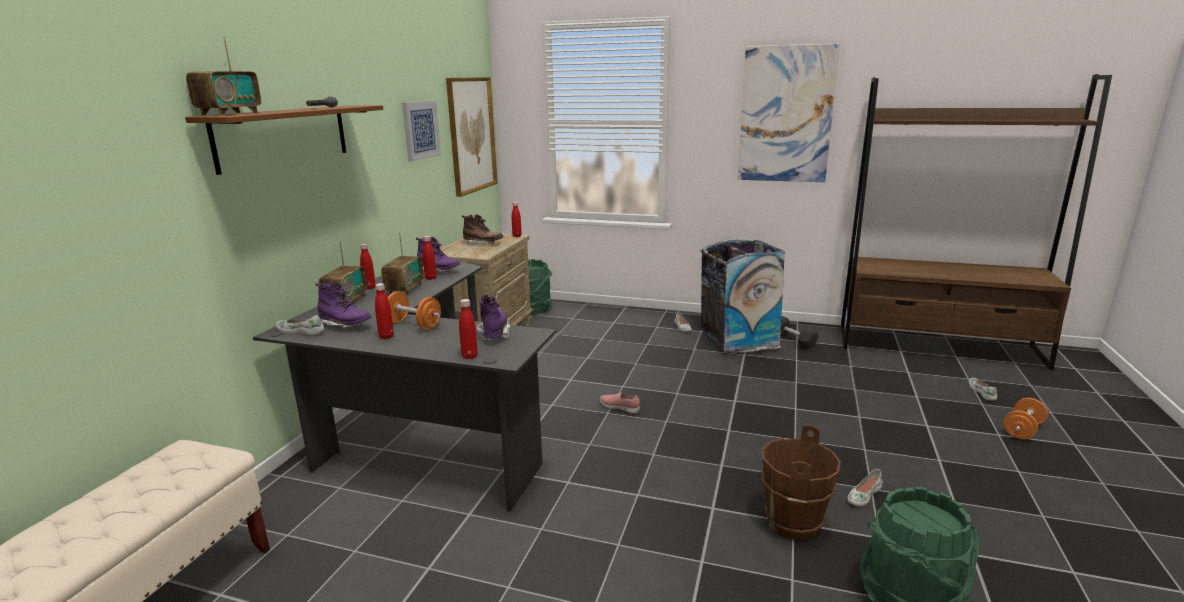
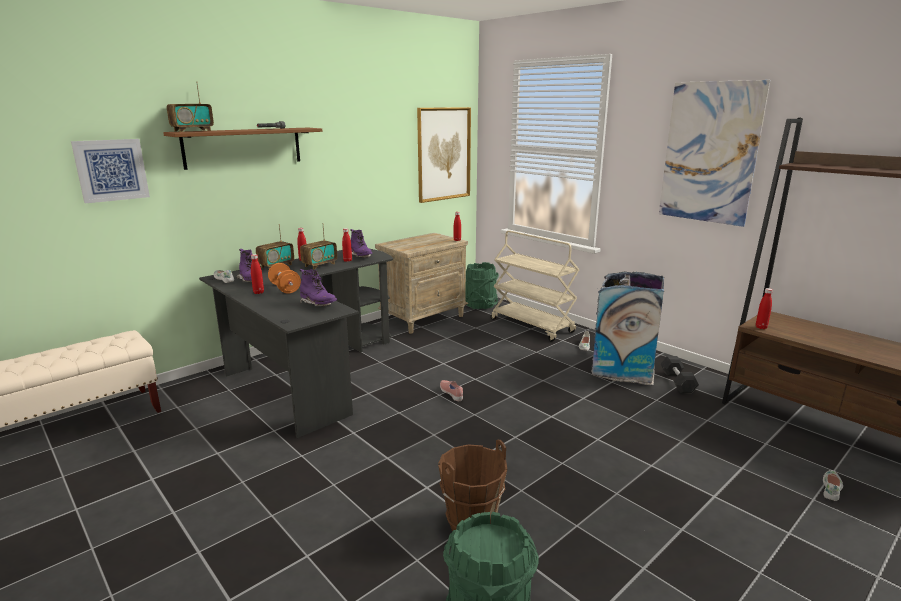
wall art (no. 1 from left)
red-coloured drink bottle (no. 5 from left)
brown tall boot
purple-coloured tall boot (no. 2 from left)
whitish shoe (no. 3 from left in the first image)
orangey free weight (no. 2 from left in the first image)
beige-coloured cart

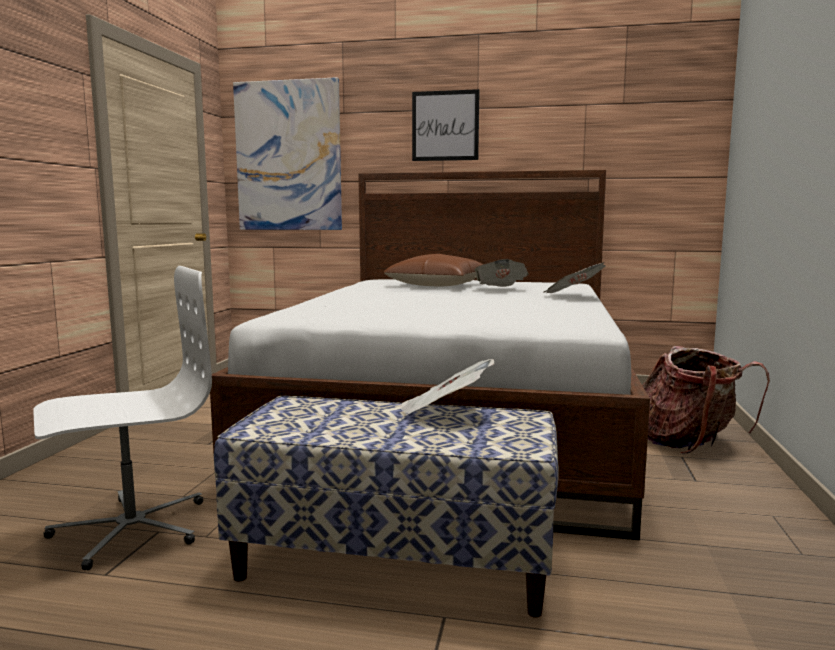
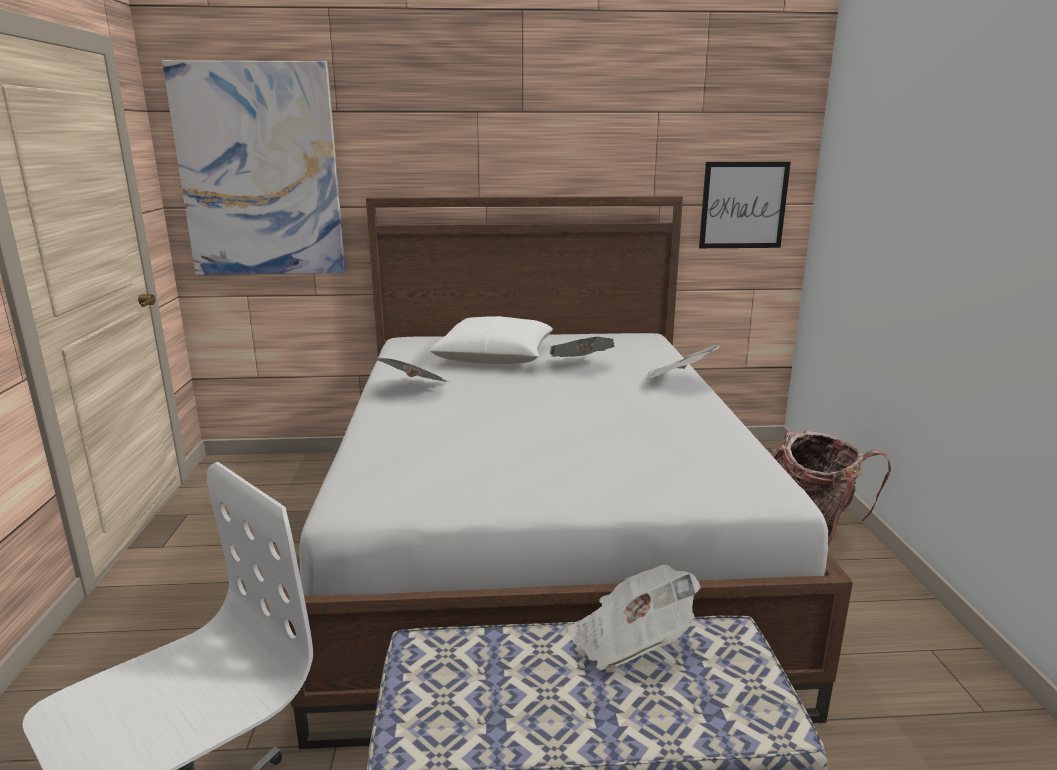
whitish pillow
wall art (no. 2 from left)
daily paper (no. 1 from left)

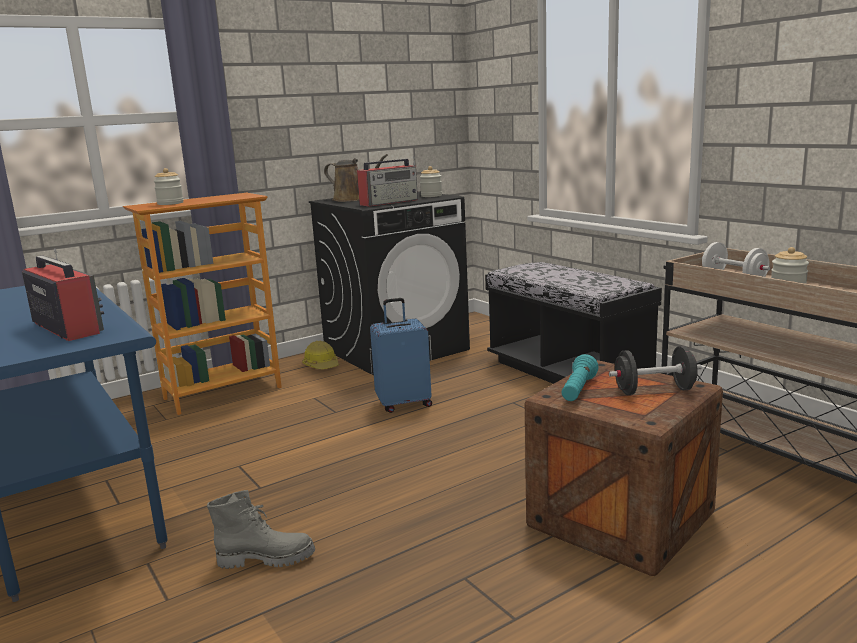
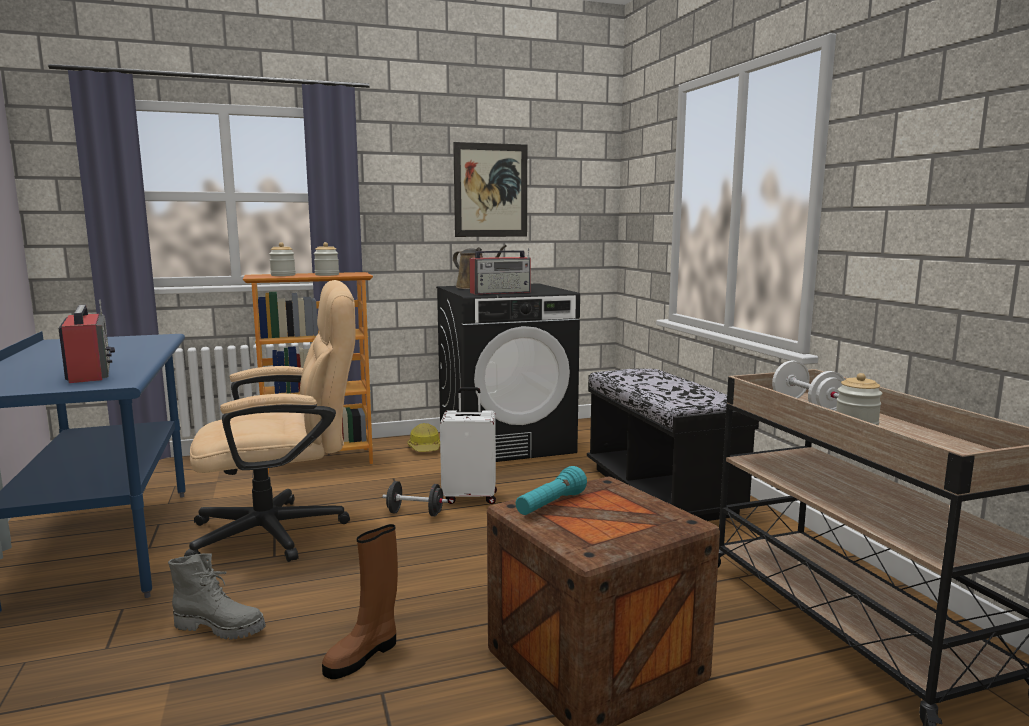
whitish piece of luggage
storage jar (no. 2 from left)
blackish free weight
beige-coloured computer chair
brown tall boot
wall art

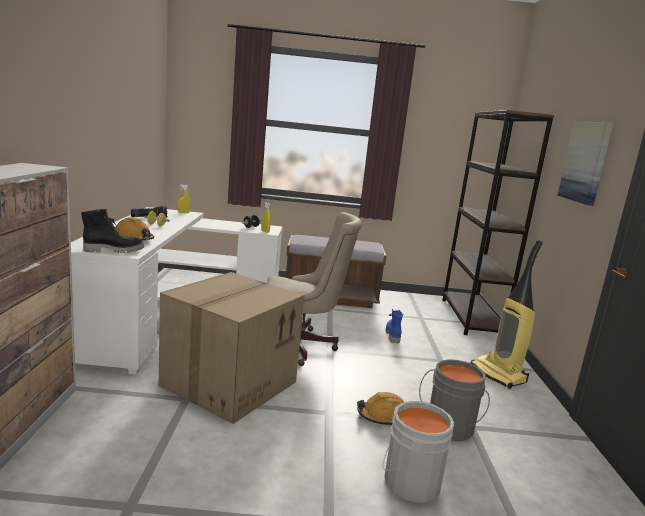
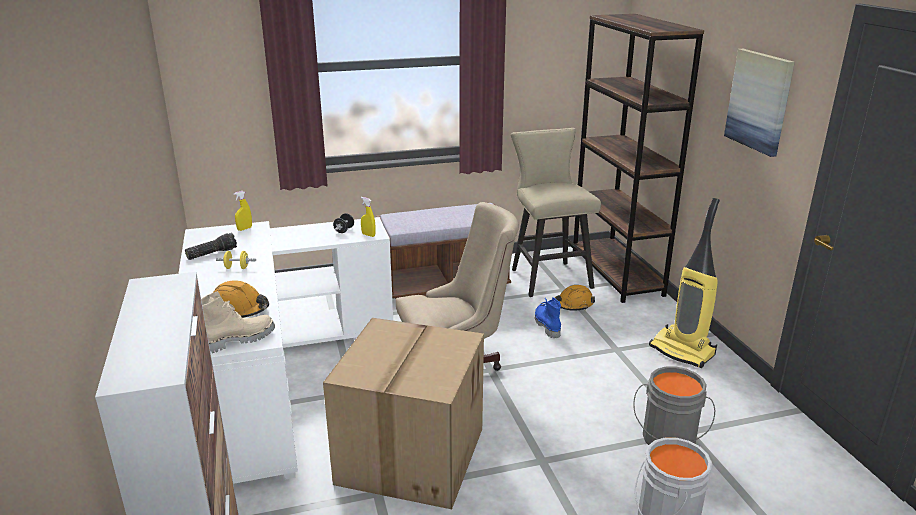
beige-coloured tall boot
orangey hard hat (no. 2 from left)
beige-coloured stool seat

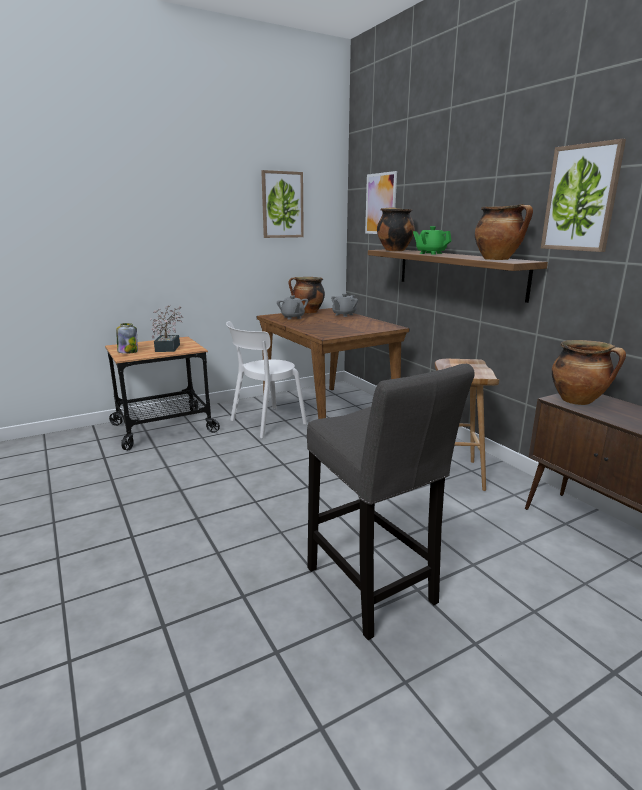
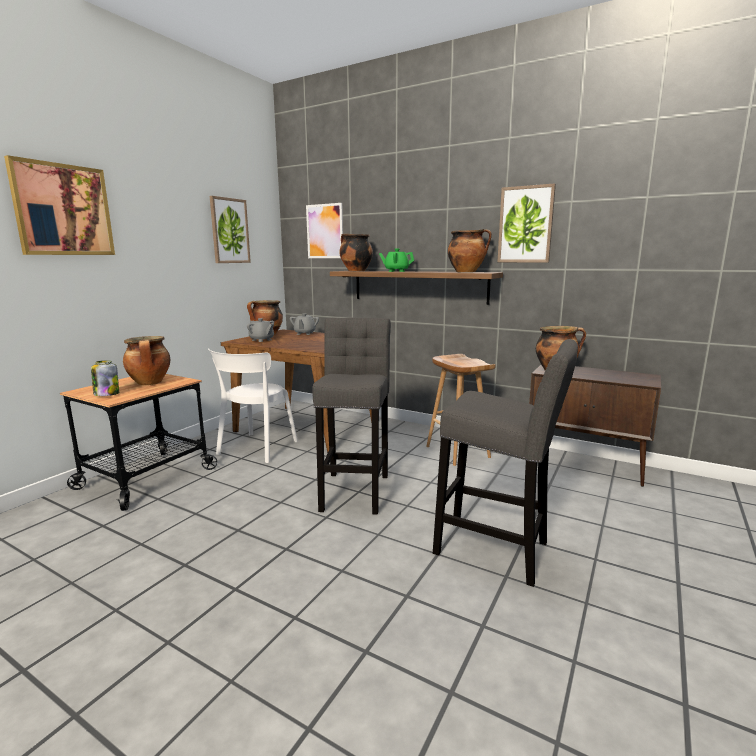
cooking pot (no. 1 from left)
wall art (no. 1 from left)
greyish stool seat (no. 1 from left)

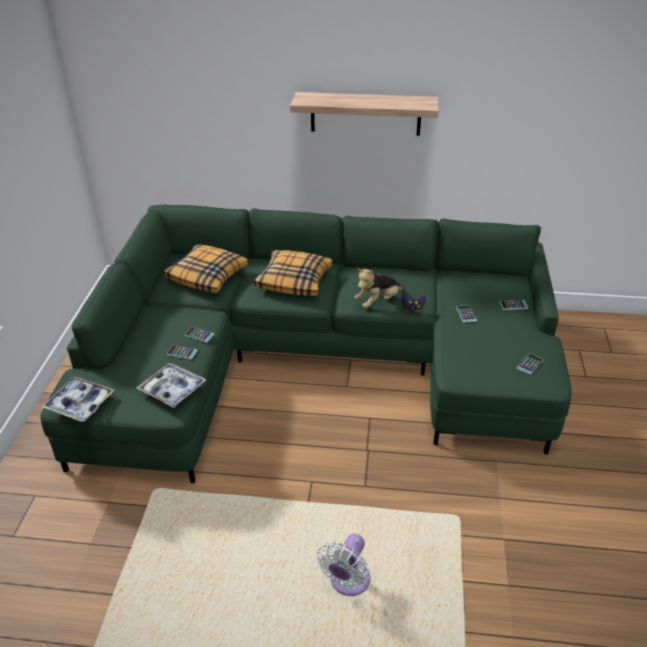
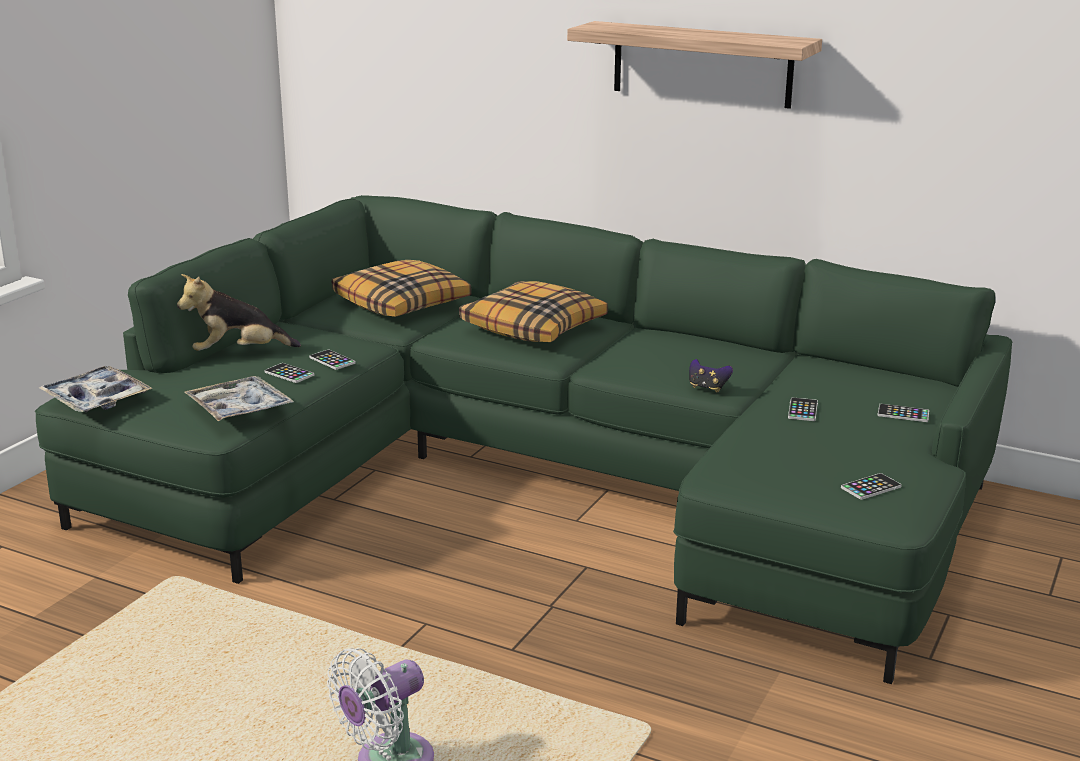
cuddly toy

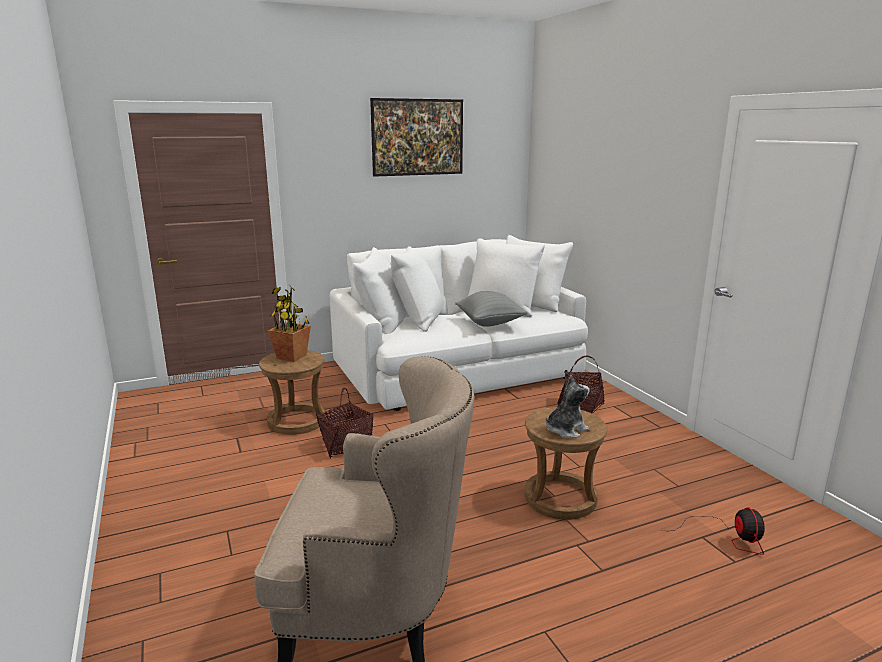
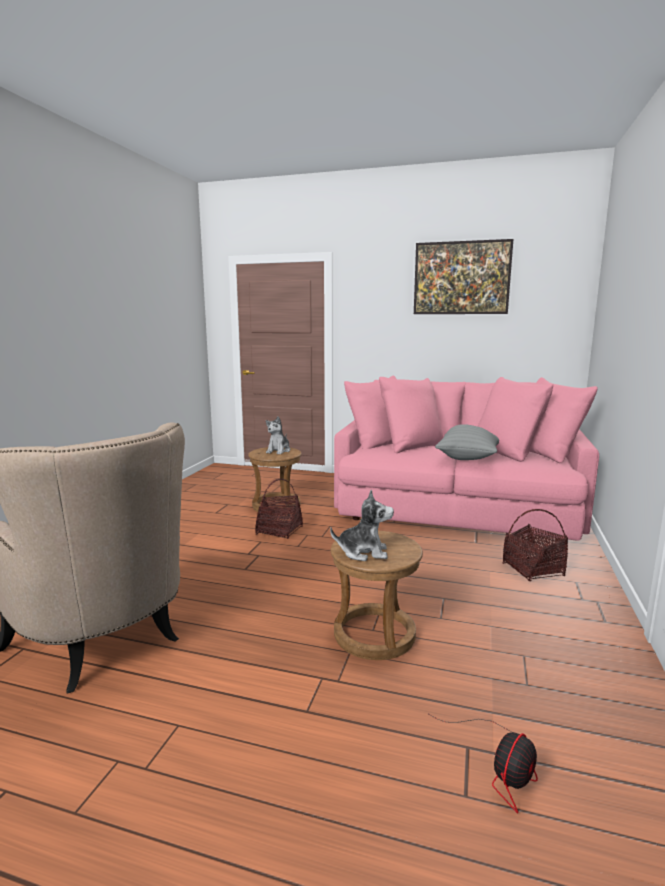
cuddly toy (no. 1 from left)
pink couch

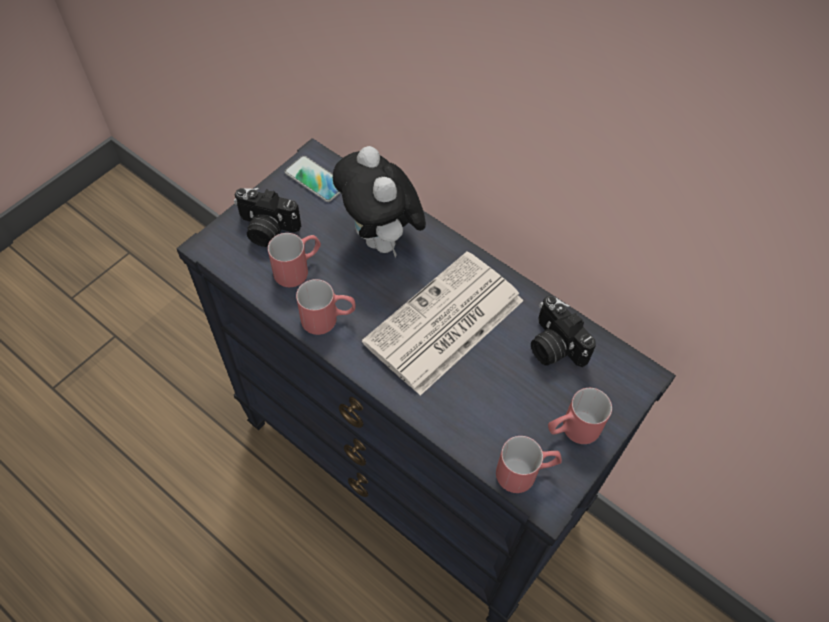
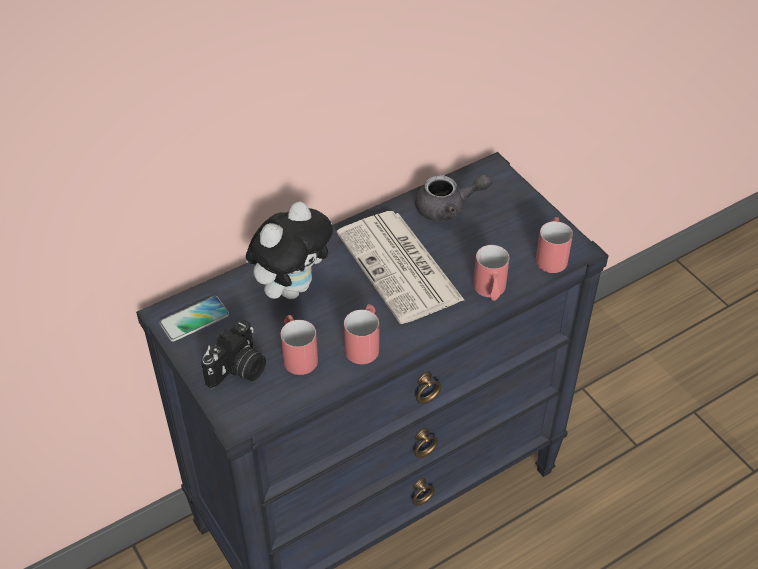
cuddly toy
greyish pot for tea
red-coloured tea mug (no. 3 from left)

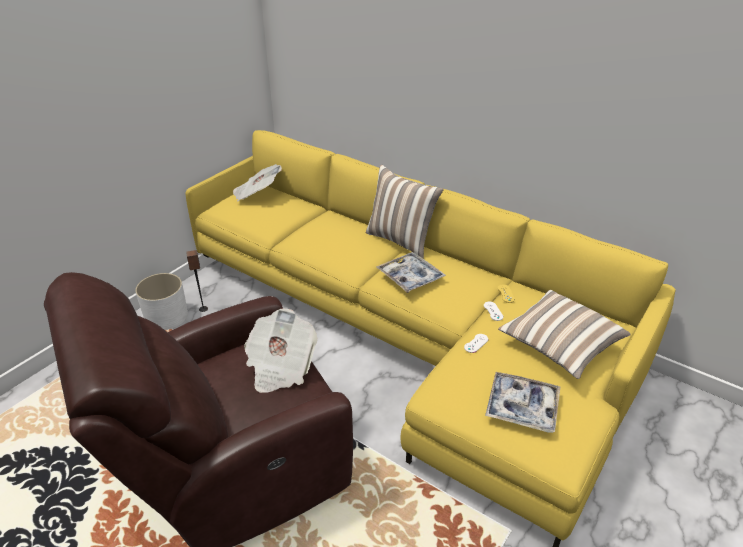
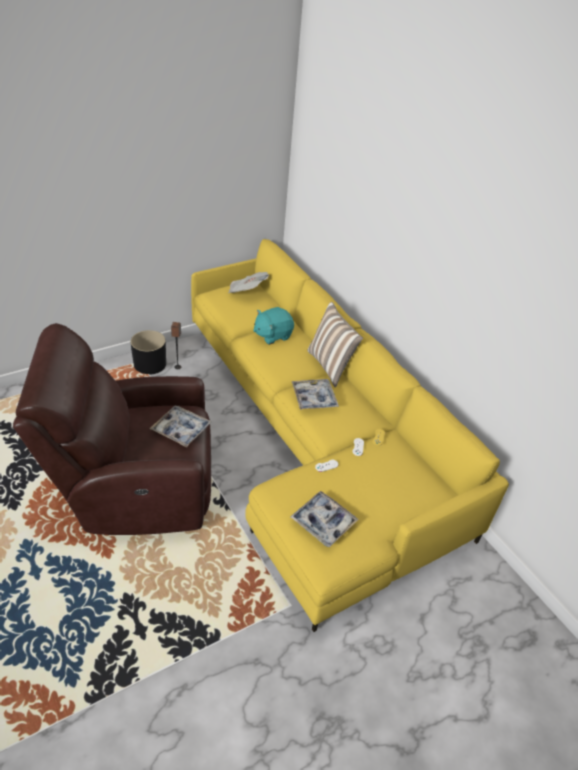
blackish planter
tray (no. 1 from left)
pillow (no. 2 from left in the first image)
turquoise-coloured cuddly toy

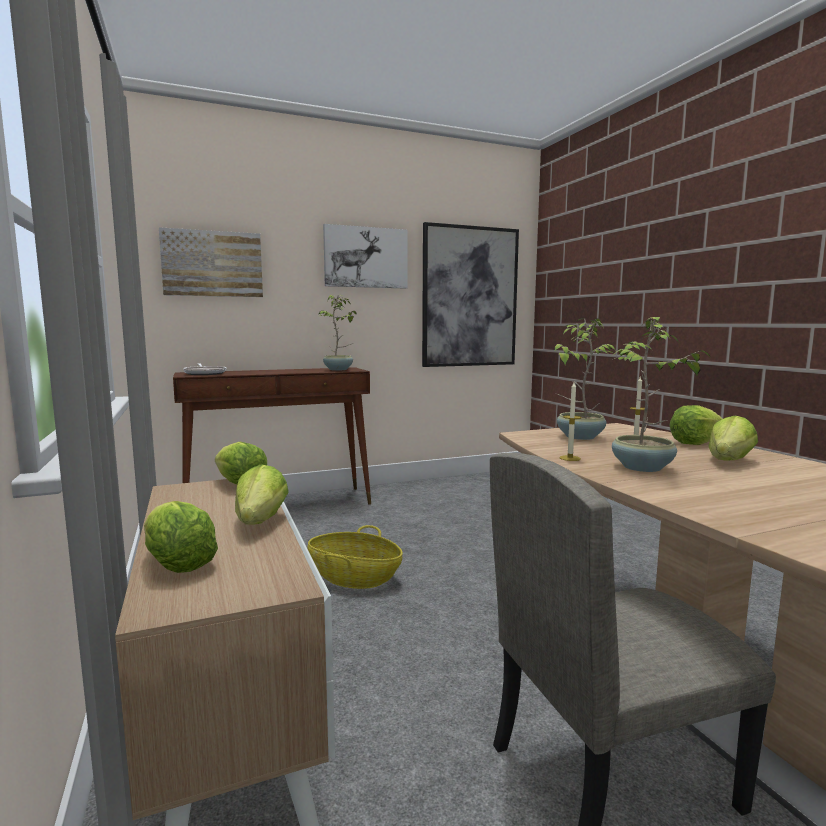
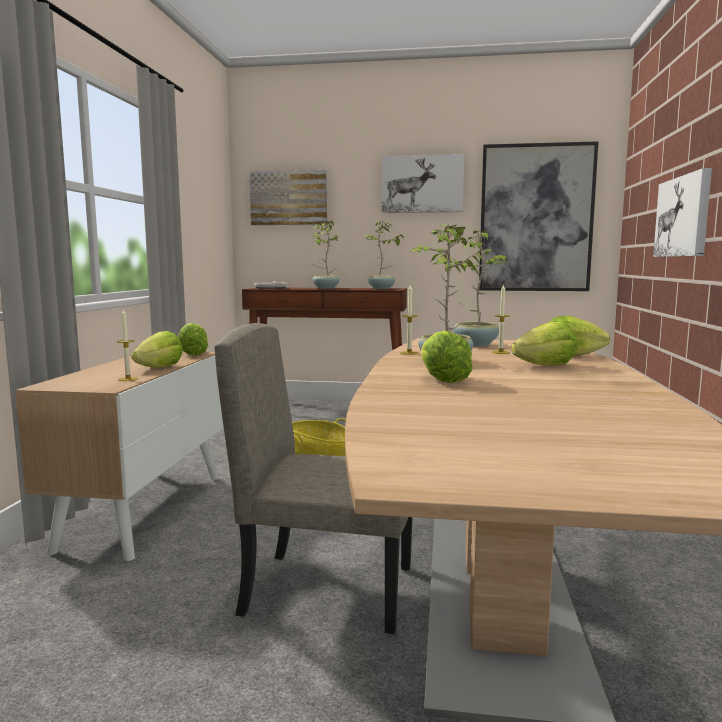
lettuce (no. 3 from left)
wax light (no. 1 from left)
potted plant (no. 1 from left)
wall art (no. 4 from left)

